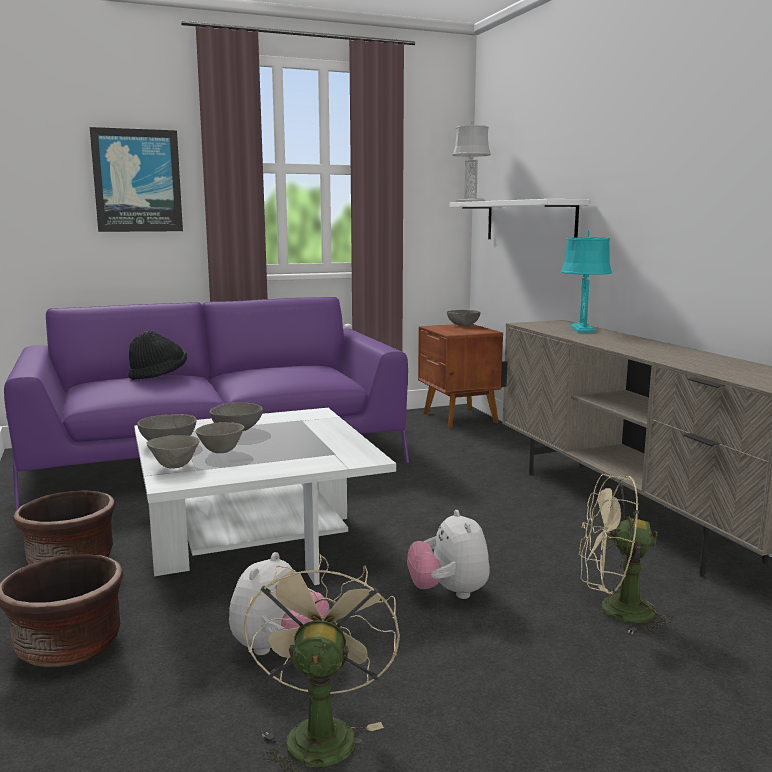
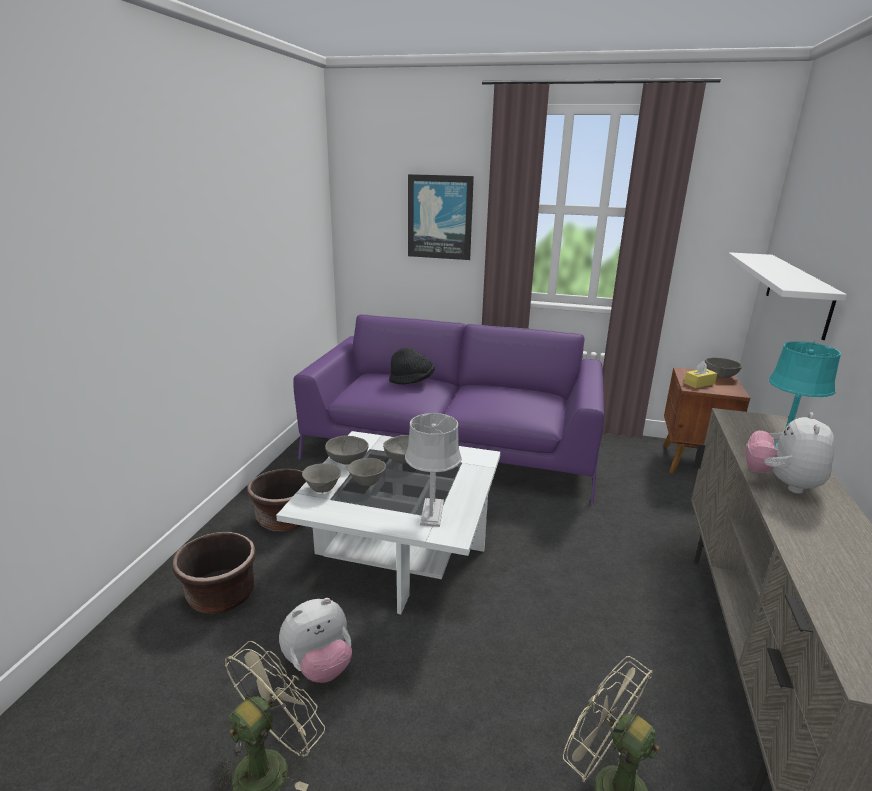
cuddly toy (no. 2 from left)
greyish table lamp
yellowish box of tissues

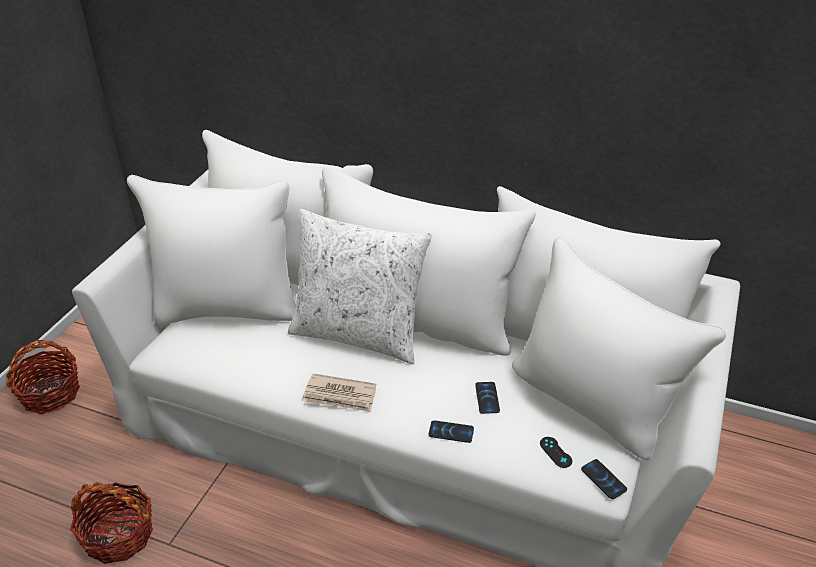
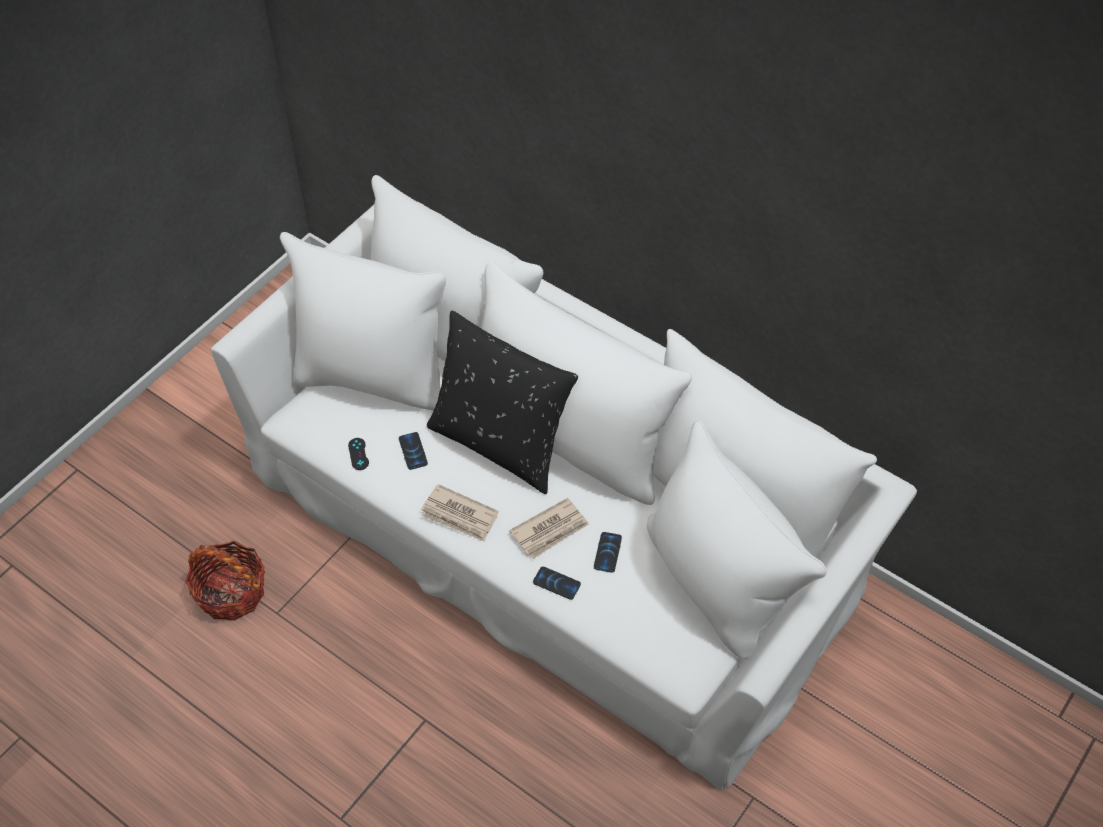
basket (no. 1 from left in the first image)
blackish pillow
blackish gamepad
telephone (no. 1 from left)
daily paper (no. 2 from left)

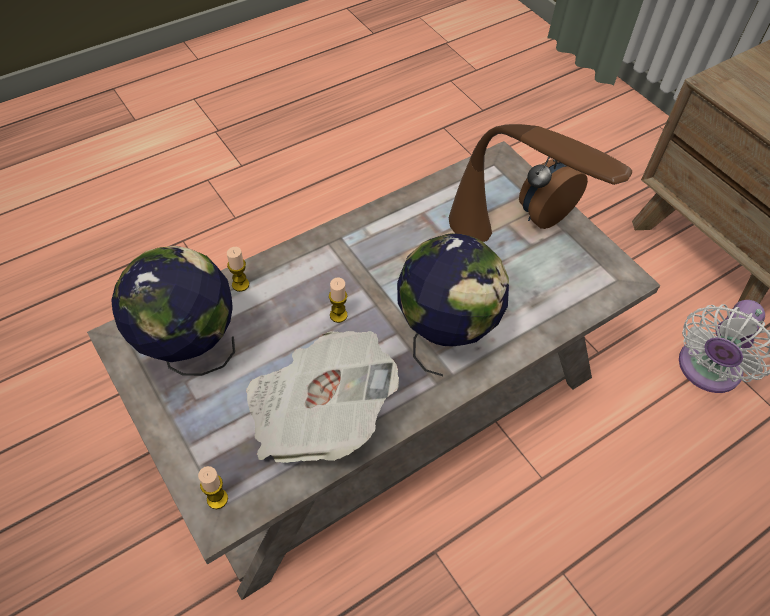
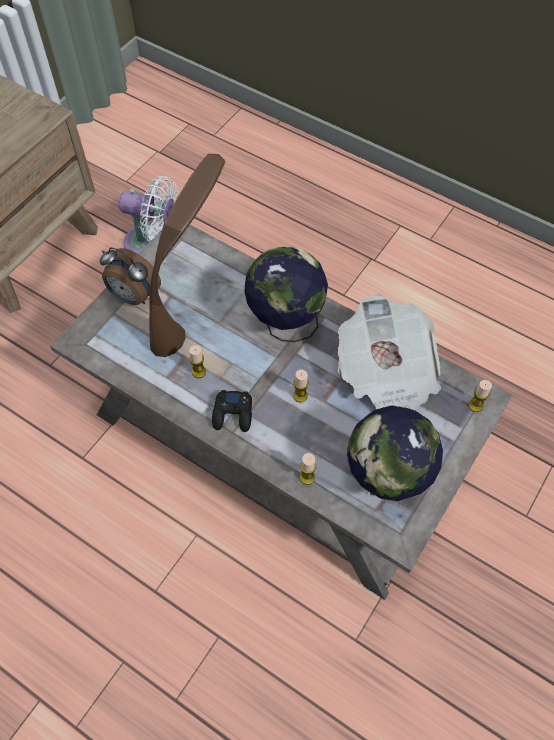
wax light (no. 1 from left)
blackish gamepad

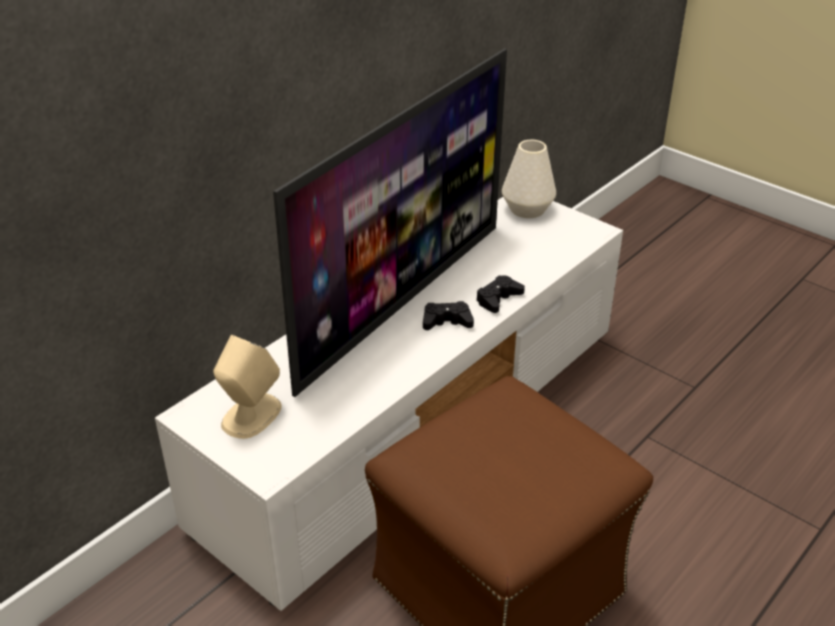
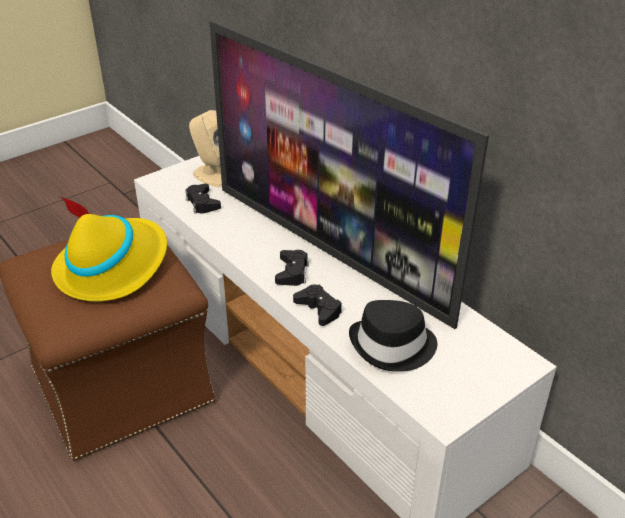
whitish vase
yellowish wearable hat
blackish gamepad (no. 1 from left)
blackish wearable hat

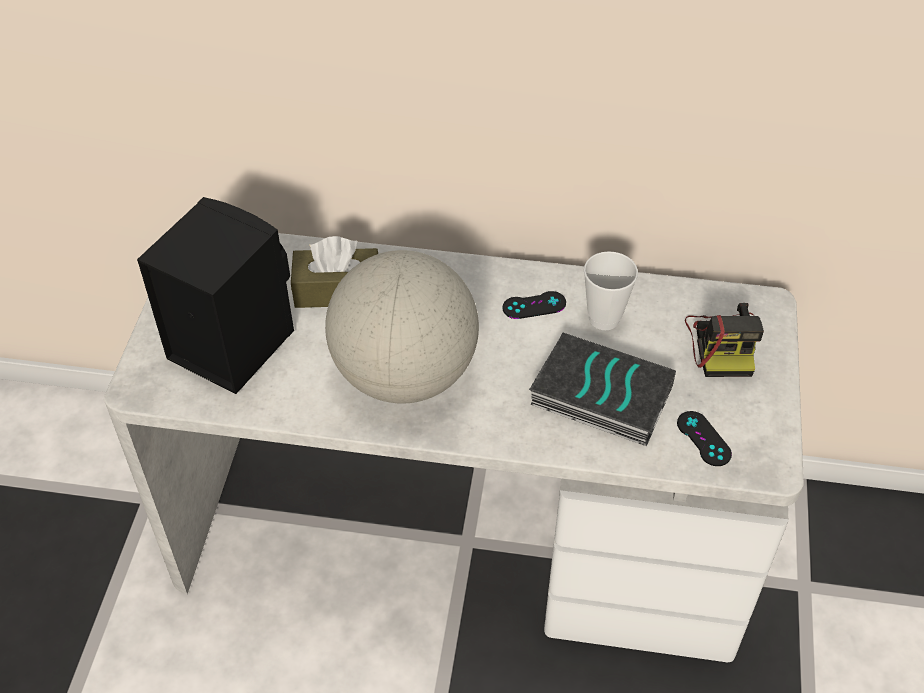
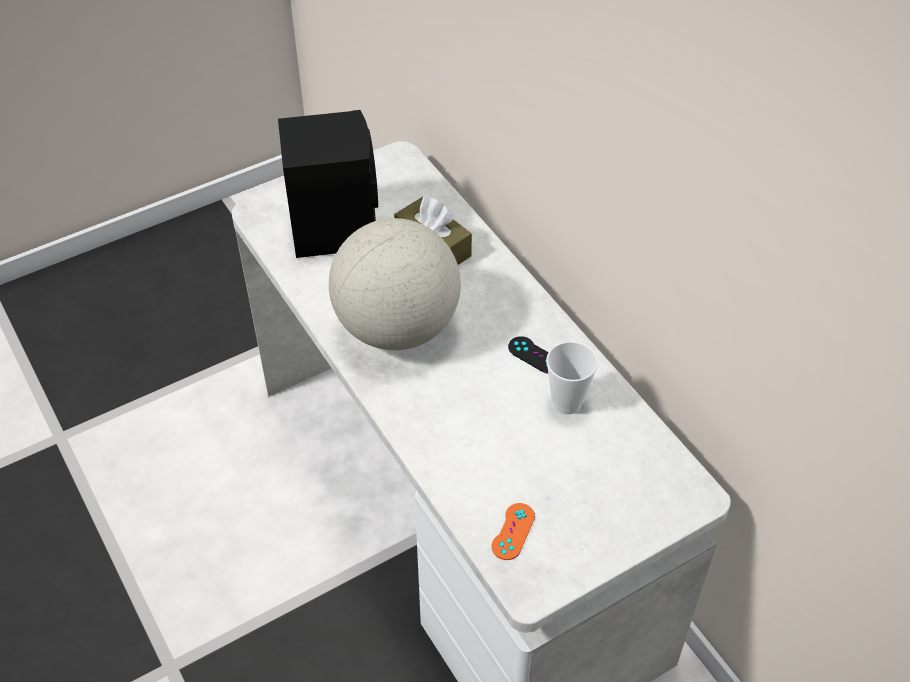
bound book
orangey gamepad
still camera

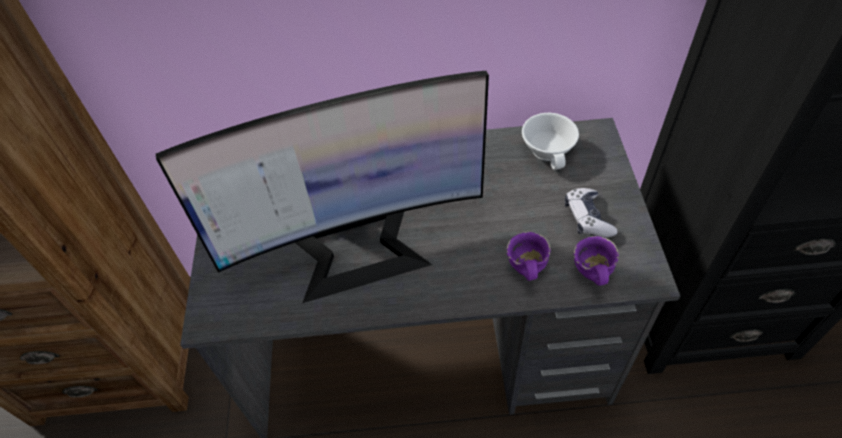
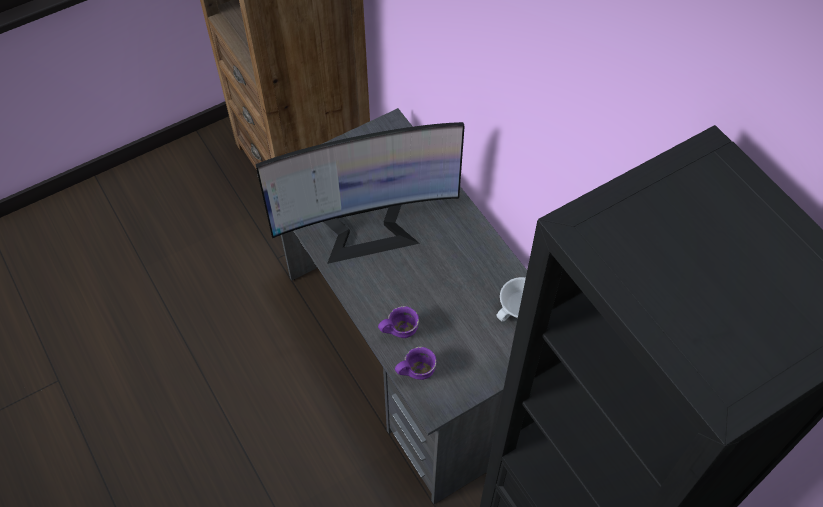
computer display
gamepad

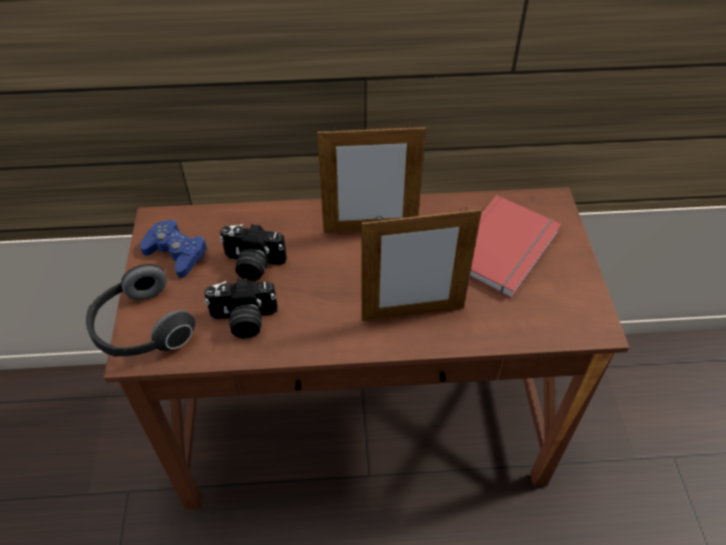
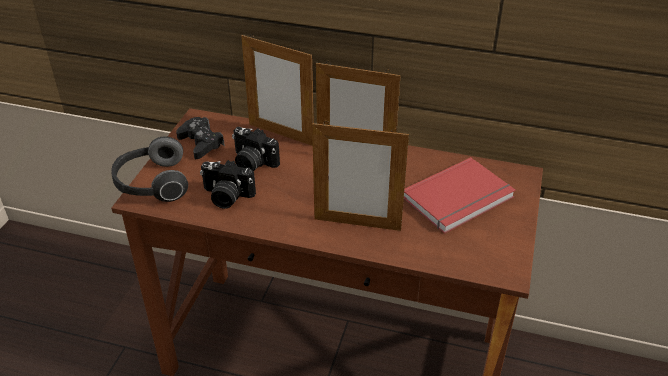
blackish gamepad
picture frame (no. 1 from left)

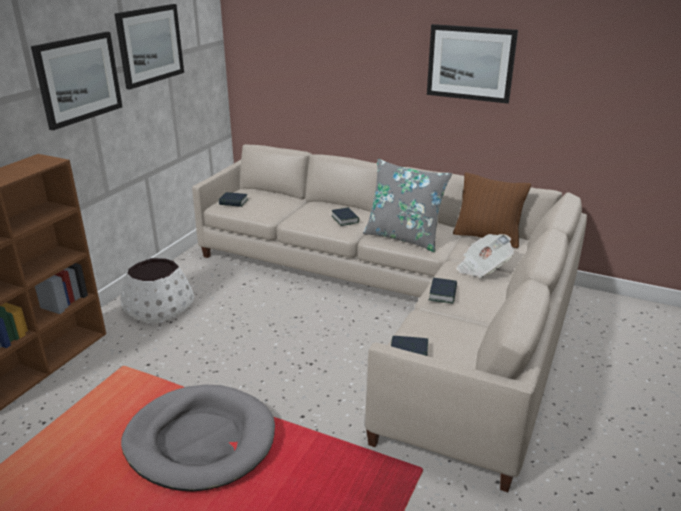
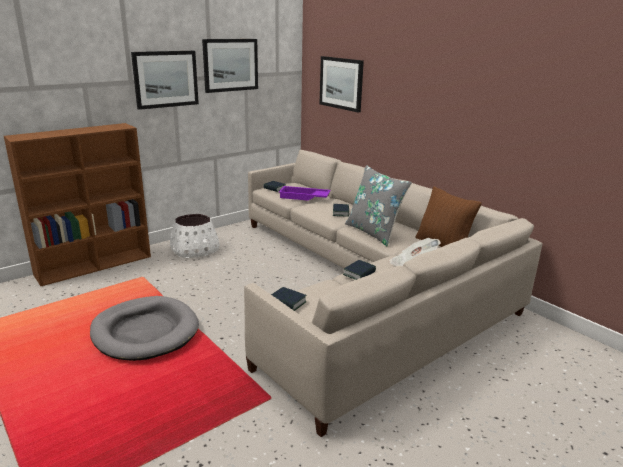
wall art (no. 3 from left)
purple-coloured tray

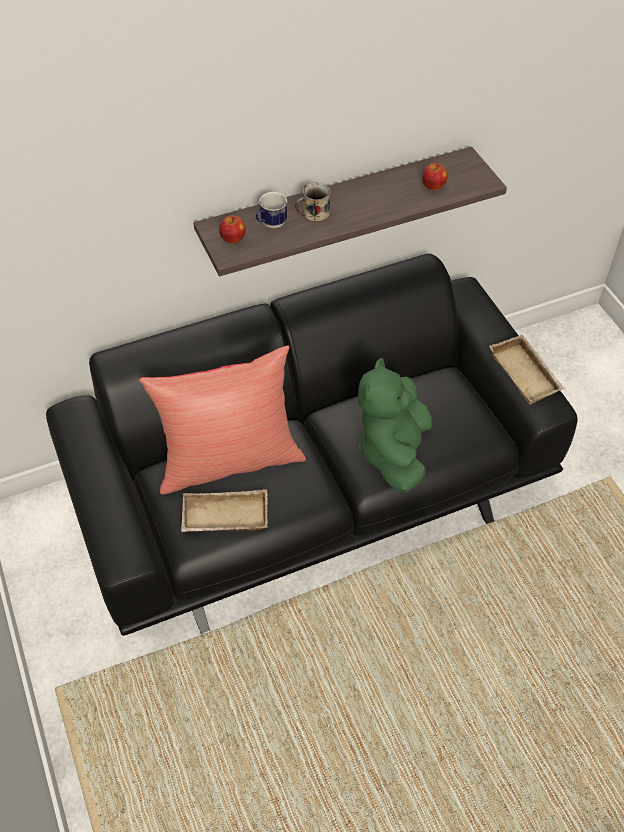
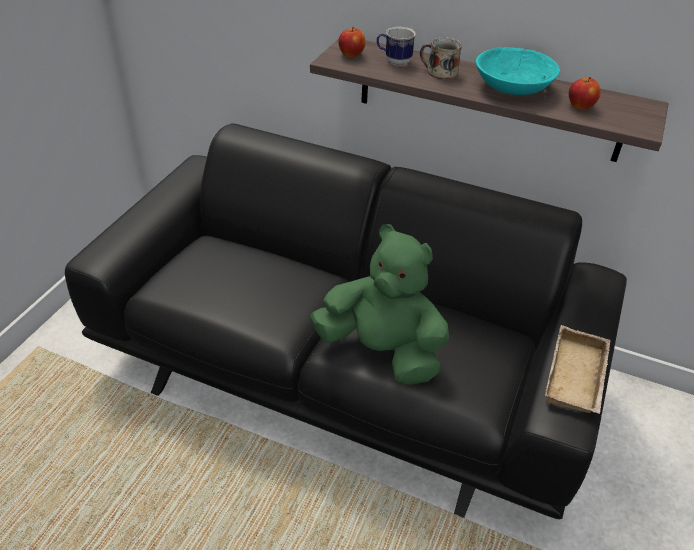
red-coloured pillow
beige-coloured tray (no. 1 from left in the first image)
greenish cuddly toy
turquoise-coloured serving bowl

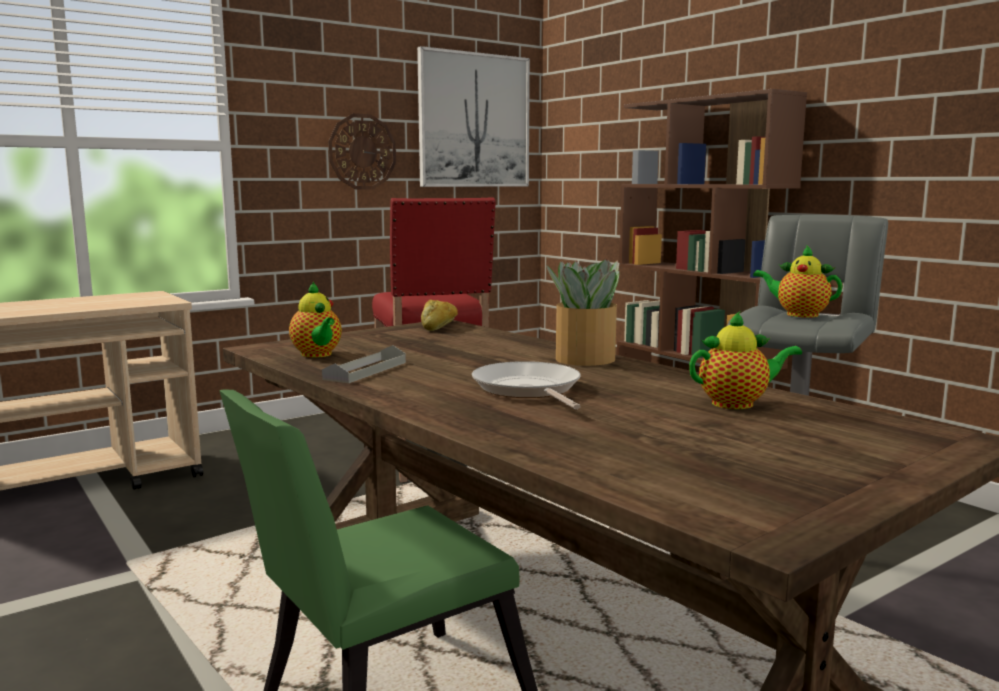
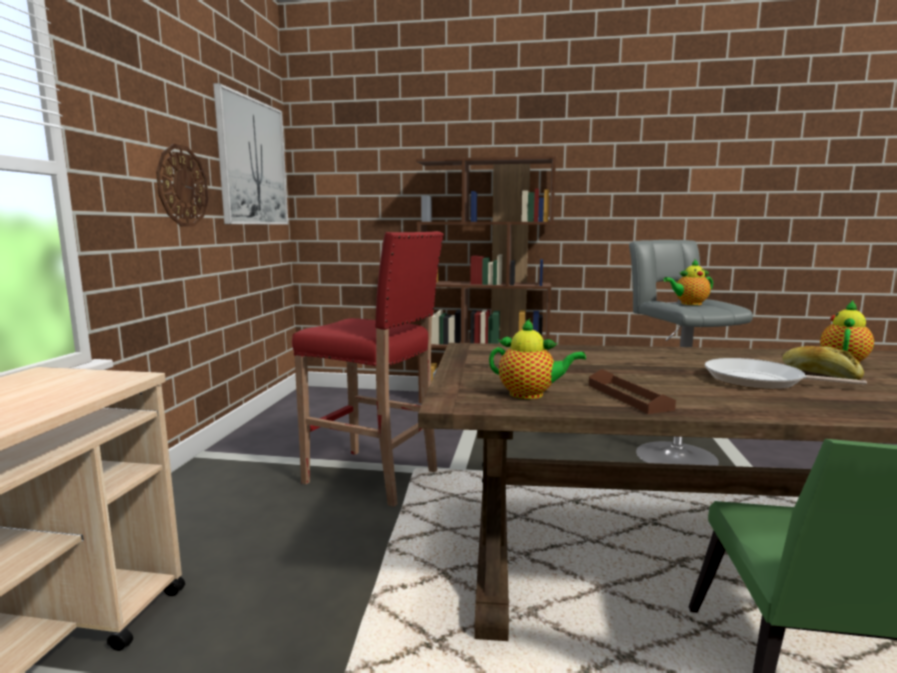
brown tray
bakery bread
potted plant

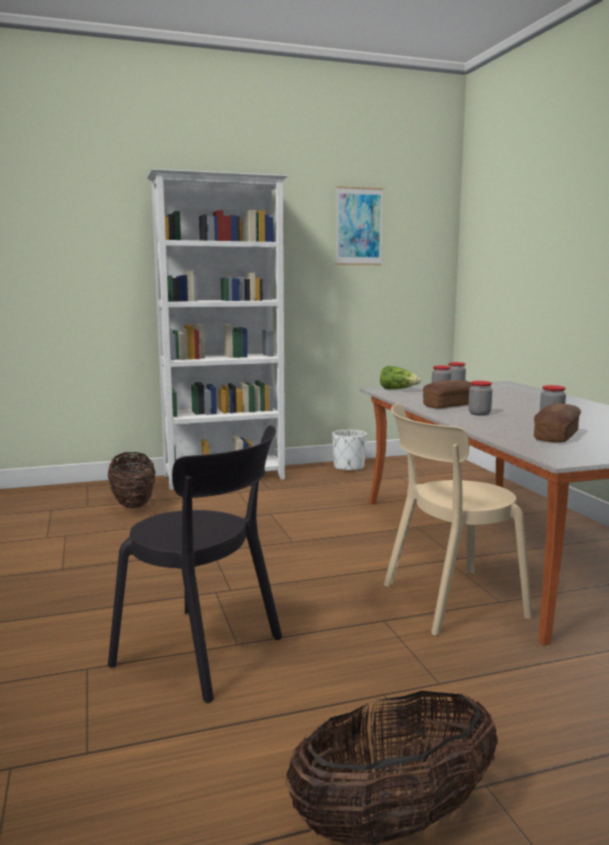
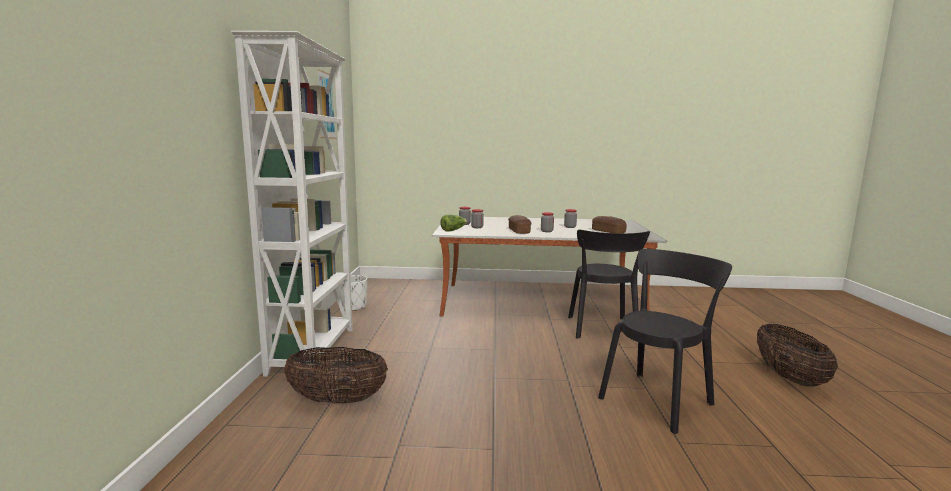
blackish plain chair (no. 1 from left)

